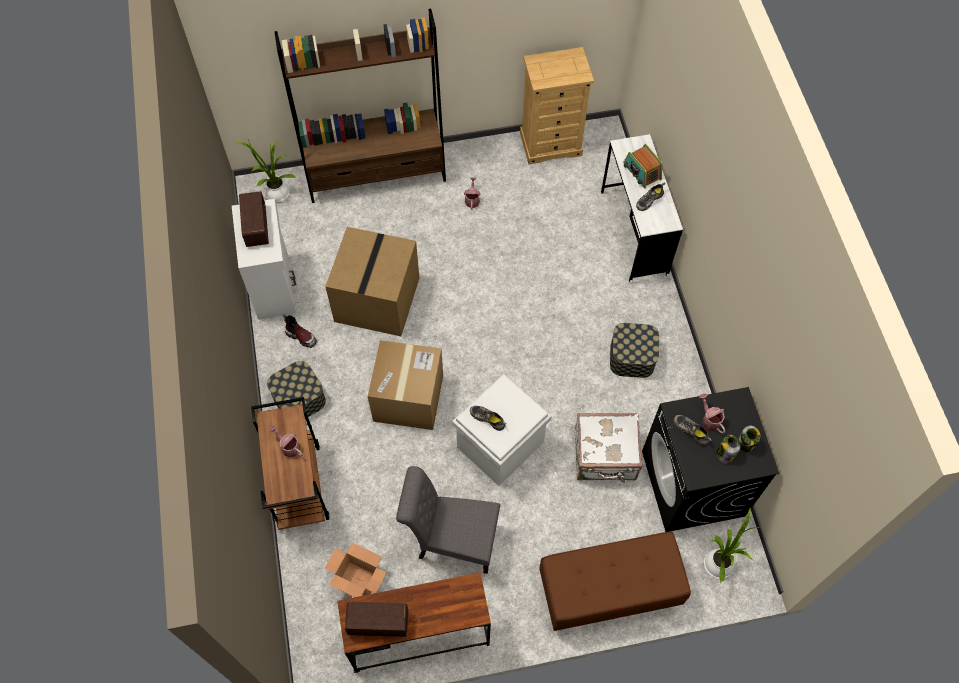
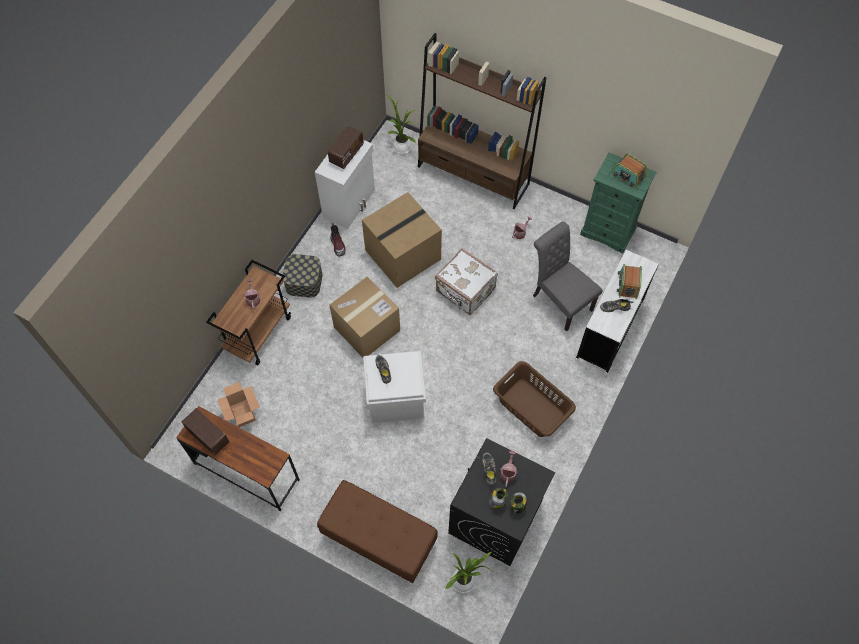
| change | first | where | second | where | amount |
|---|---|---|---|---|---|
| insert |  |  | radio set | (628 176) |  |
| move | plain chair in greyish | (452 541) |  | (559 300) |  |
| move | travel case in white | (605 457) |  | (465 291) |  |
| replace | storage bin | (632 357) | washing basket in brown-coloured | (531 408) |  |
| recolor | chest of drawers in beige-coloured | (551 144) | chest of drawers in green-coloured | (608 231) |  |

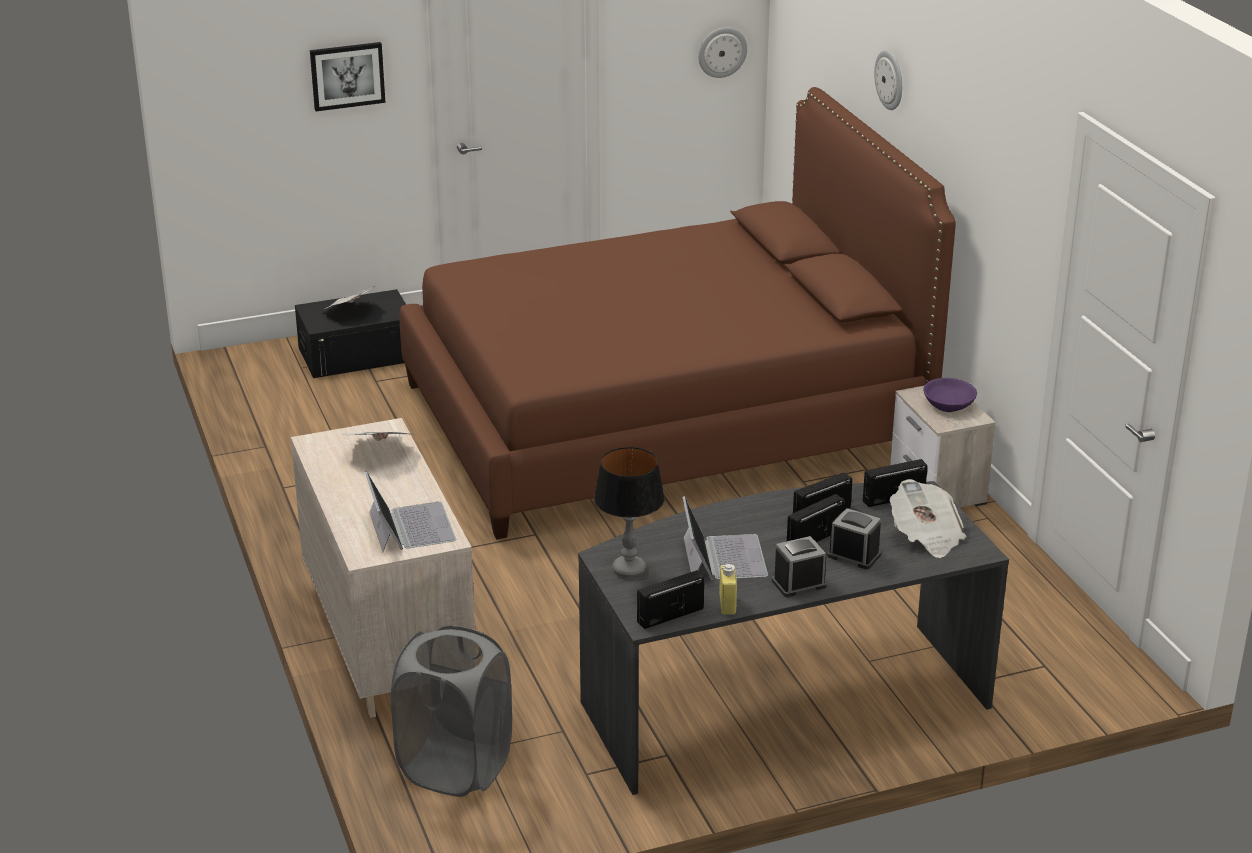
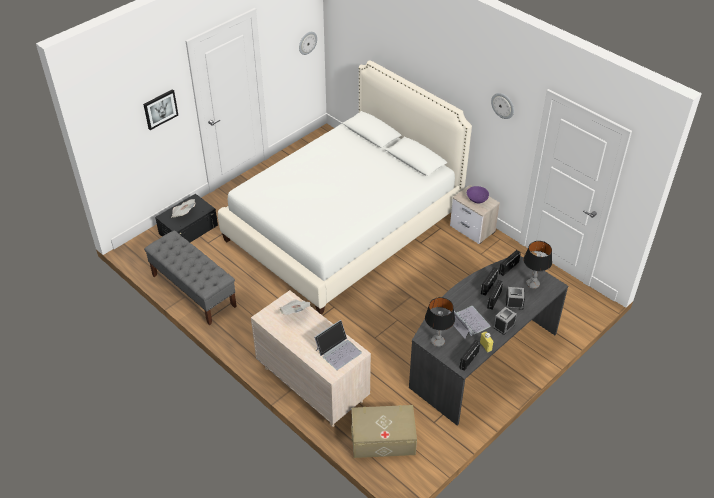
| change | first | where | second | where | amount |
|---|---|---|---|---|---|
| insert |  |  | long seat in greyish | (193 291) |  |
| move | clock on the wall | (890 80) |  | (503 105) |  |
| replace | washing basket in greyish | (455 767) | storage bin in beige-coloured | (383 439) |  |
| replace | printed paper | (926 536) | table lamp | (533 284) |  |
| recolor | bedroom bed in brown-coloured | (663 418) | bedroom bed in white | (344 226) |  |
| rotate | notebook computer | (410 526) |  | (338 351) | 90 degrees clockwise |

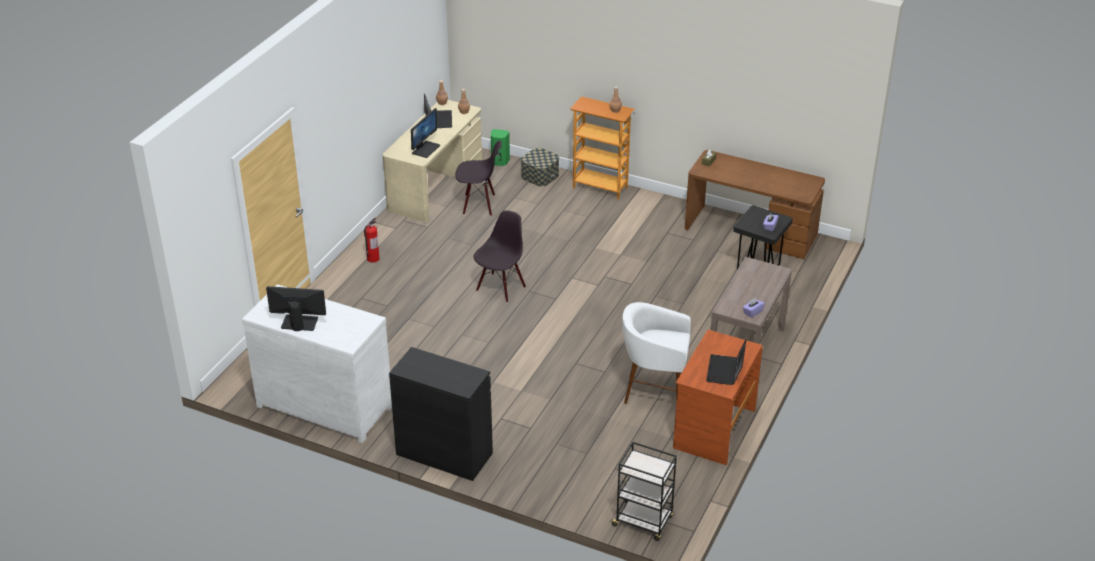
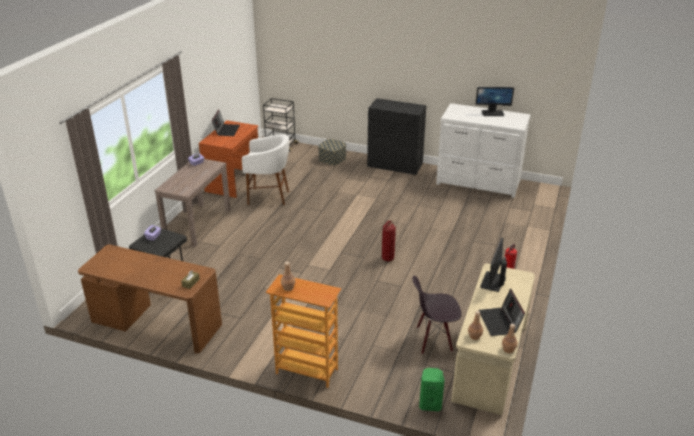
| change | first | where | second | where | amount |
|---|---|---|---|---|---|
| move | storage bin | (540 176) |  | (332 158) |  |
| replace | plain chair in black-coloured | (500 288) | extinguisher | (388 258) |  |

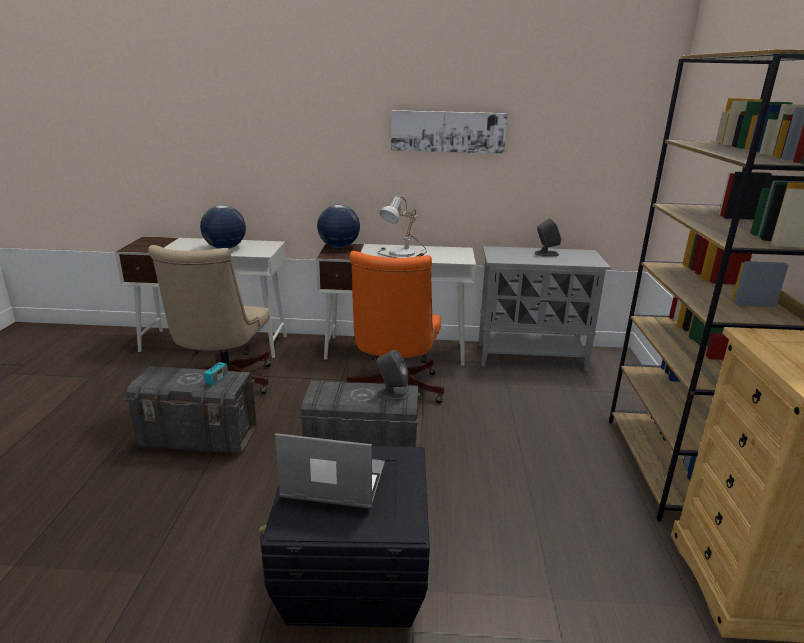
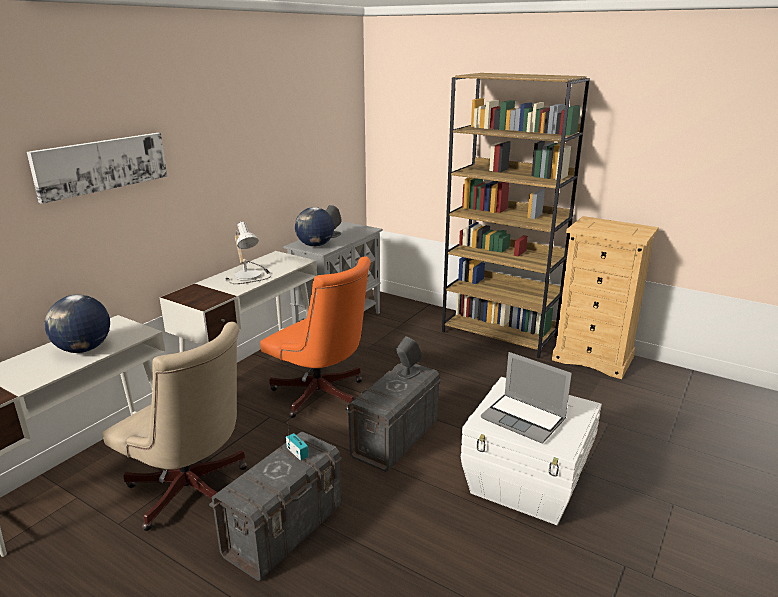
| change | first | where | second | where | amount |
|---|---|---|---|---|---|
| move | desk globe | (338 246) |  | (315 245) |  |
| move | wall picture | (448 131) |  | (102 165) |  |
| recolor | storage bin in black-coloured | (352 576) | storage bin in white | (527 483) |  |
| rotate | notebook computer | (332 482) |  | (524 419) | 90 degrees counterclockwise |

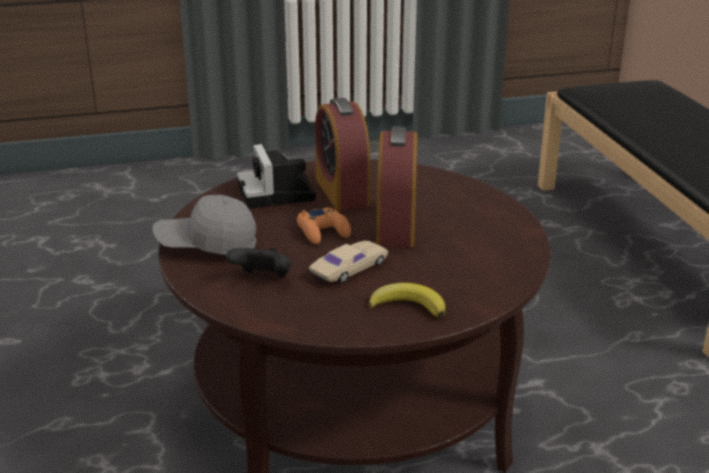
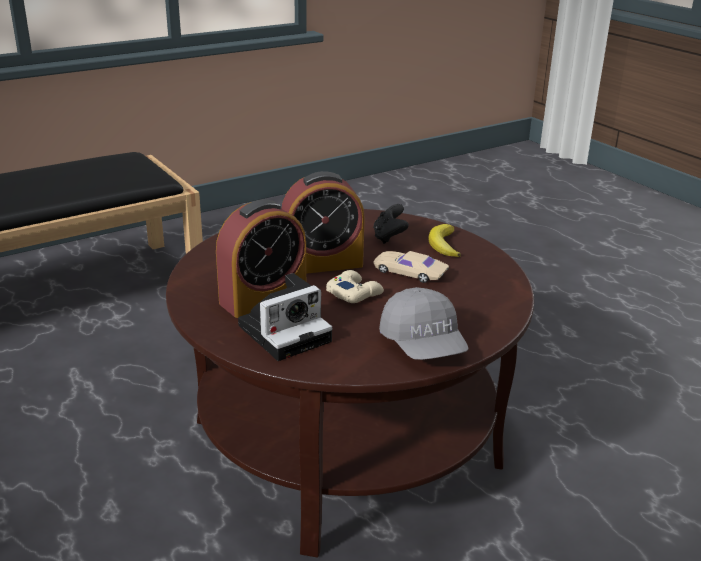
| change | first | where | second | where | amount |
|---|---|---|---|---|---|
| move | game controller in black-coloured | (262 279) |  | (389 237) |  |
| recolor | game controller in orangey | (323 231) | game controller in beige-coloured | (354 293) |  |

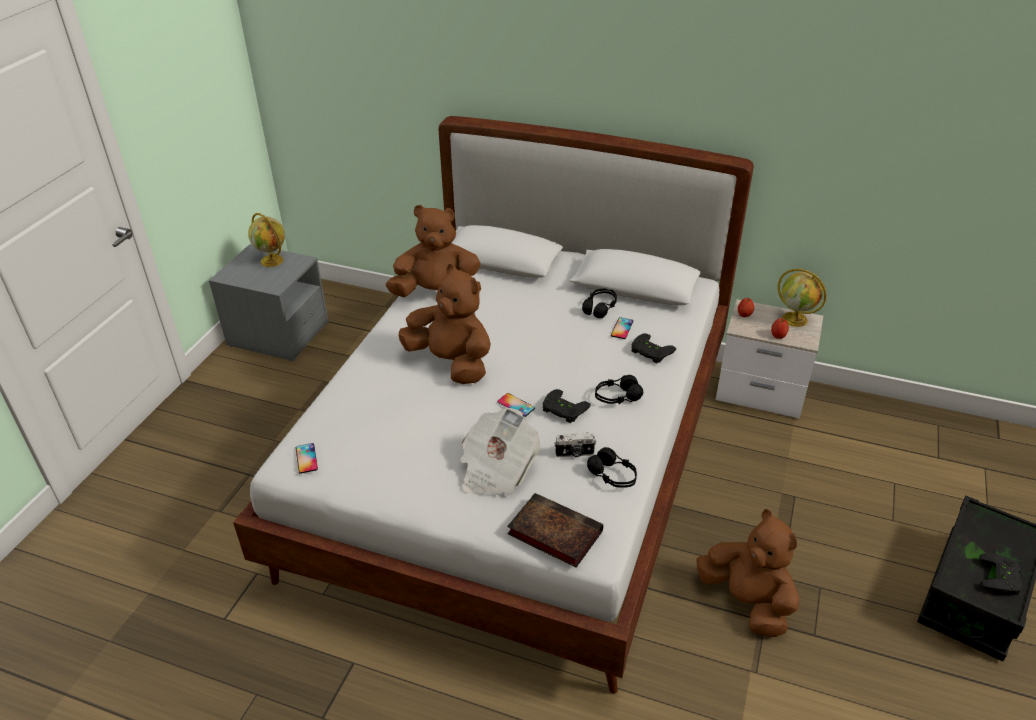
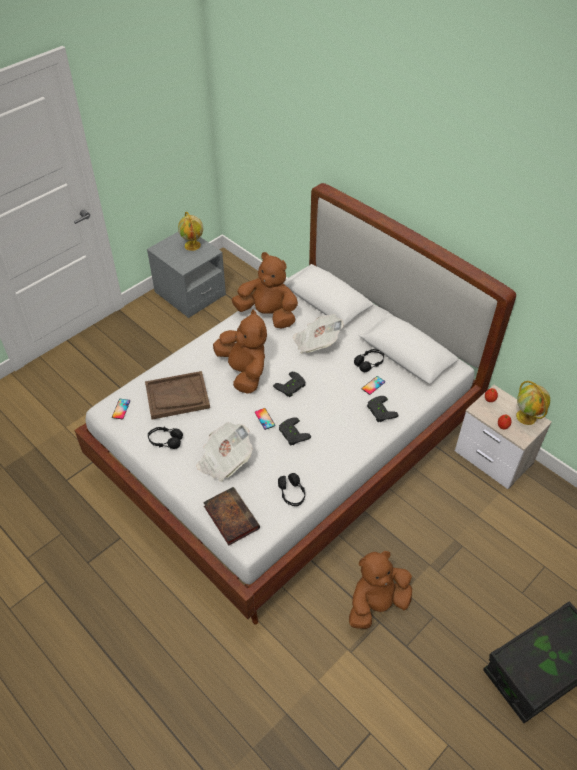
| change | first | where | second | where | amount |
|---|---|---|---|---|---|
| delete | still camera | (575 454) |  |  |  |
| insert |  |  | serving tray in brown-coloured | (177 396) |  |
| insert |  |  | printed paper | (316 342) |  |
| move | headset in black-coloured | (617 397) |  | (165 441) |  |
| move | game controller in black-coloured | (1002 578) |  | (291 387) |  |
| rotate | plush toy in brown-coloured | (747 601) |  | (377 604) | 105 degrees counterclockwise |

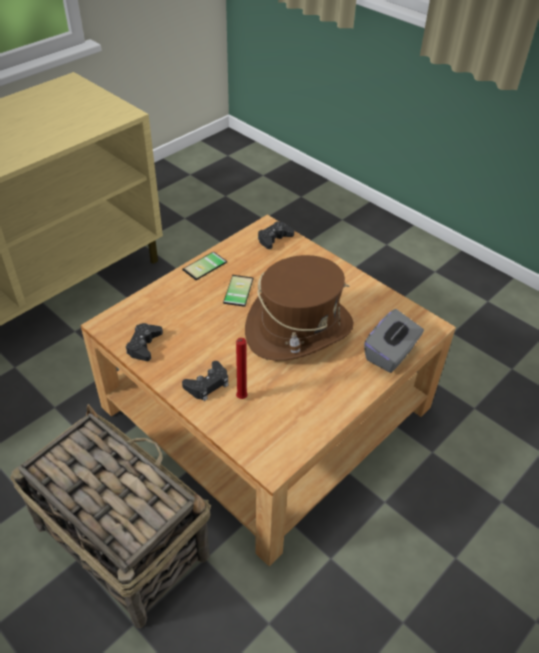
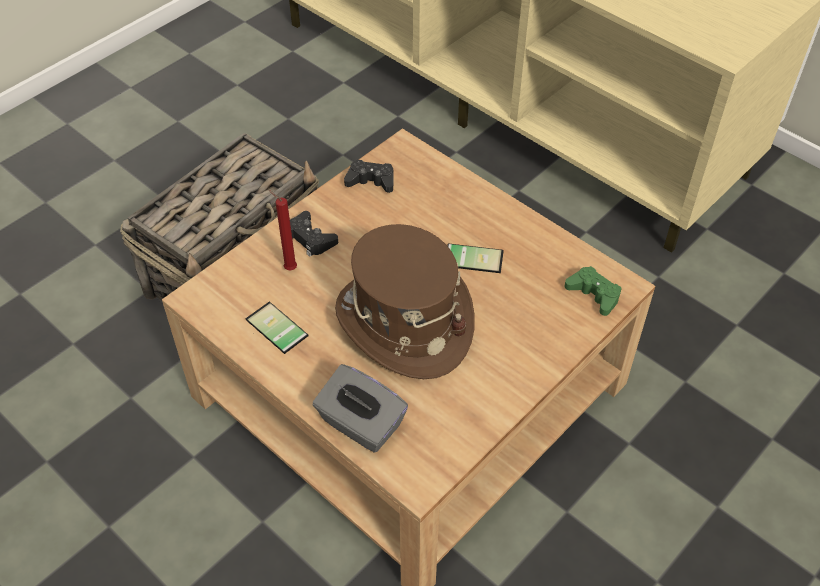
| change | first | where | second | where | amount |
|---|---|---|---|---|---|
| move | telephone | (206 267) |  | (274 329) |  |
| recolor | game controller in black-coloured | (274 239) | game controller in green-coloured | (594 294) |  |

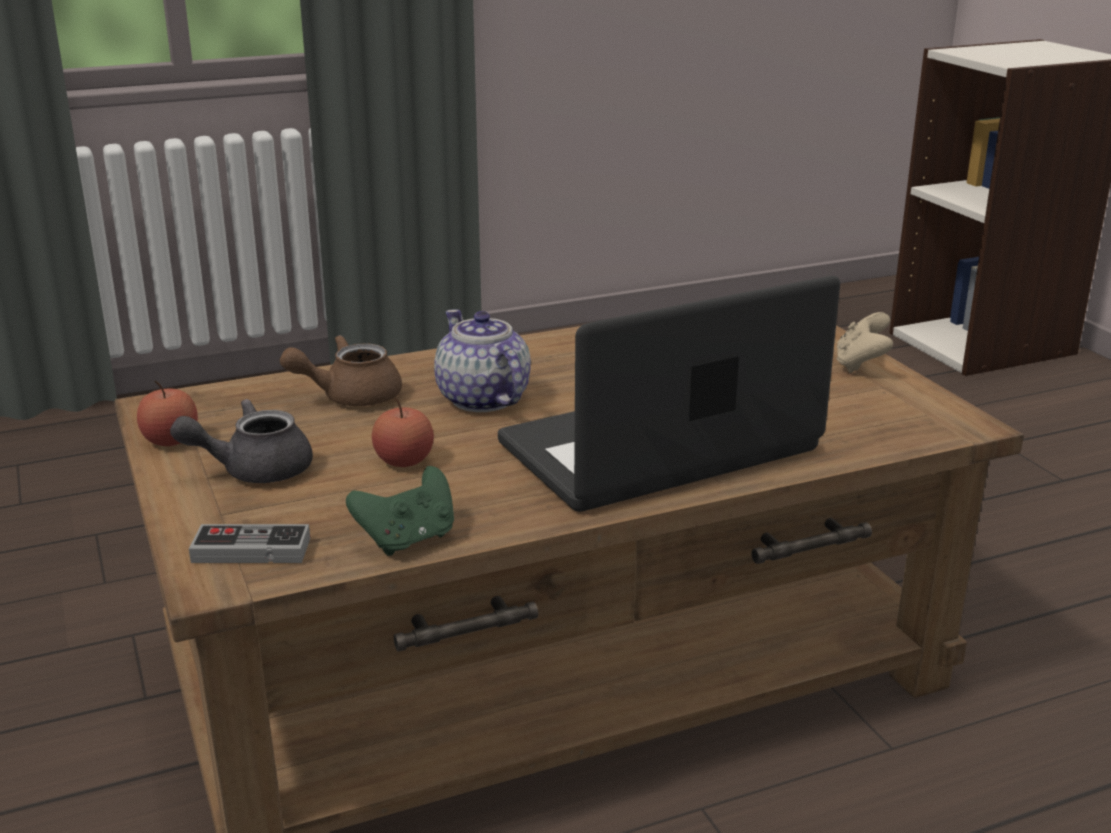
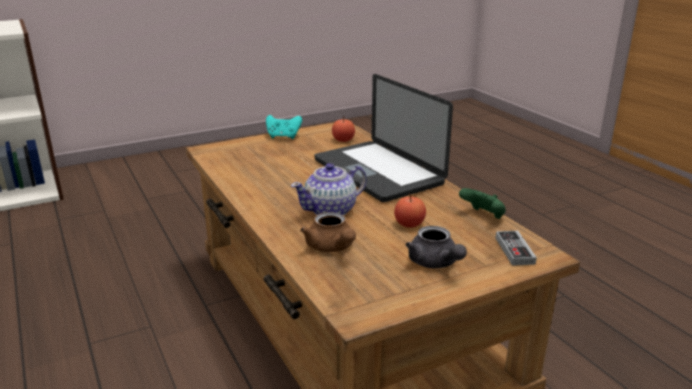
| change | first | where | second | where | amount |
|---|---|---|---|---|---|
| move | whole apple | (171 440) |  | (343 140) |  |
| recolor | game controller in beige-coloured | (861 365) | game controller in blue-green | (283 137) |  |

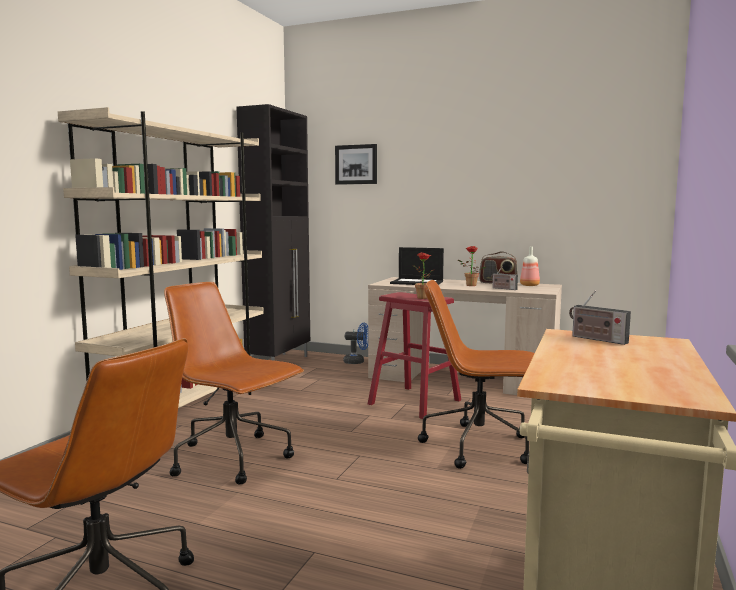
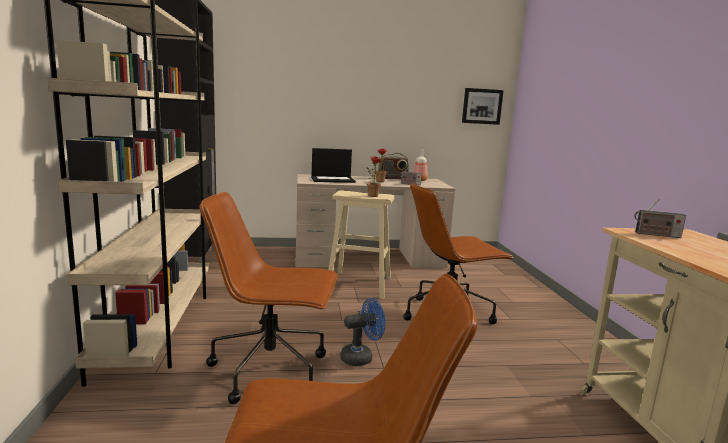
| change | first | where | second | where | amount |
|---|---|---|---|---|---|
| move | wall picture | (356 164) |  | (482 106) |  |
| move | cooling fan in bluish | (357 362) |  | (361 357) |  |
| recolor | stool seat in red | (414 402) | stool seat in beige-coloured | (359 284) |  |

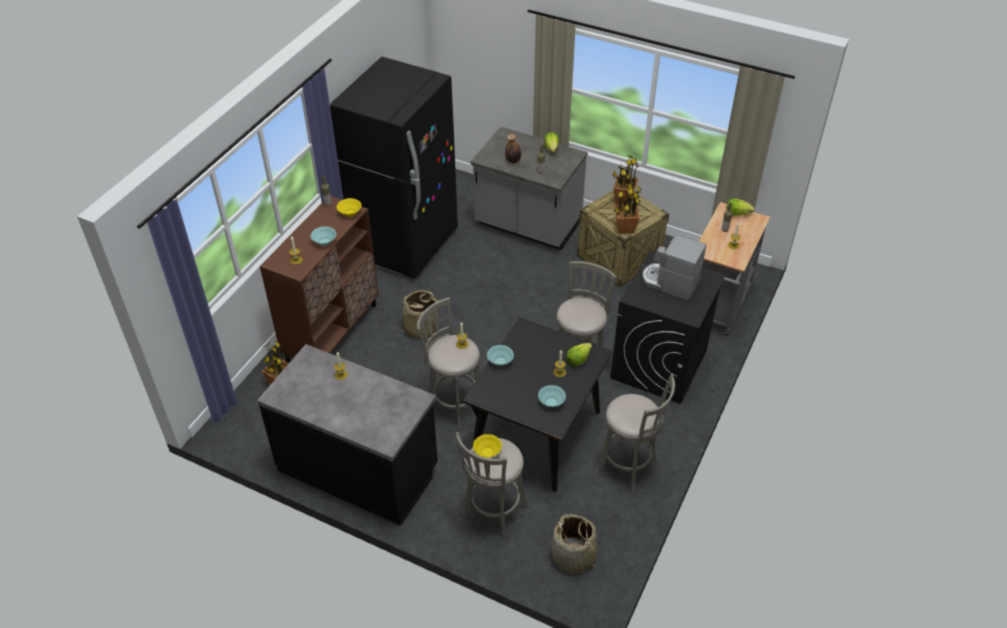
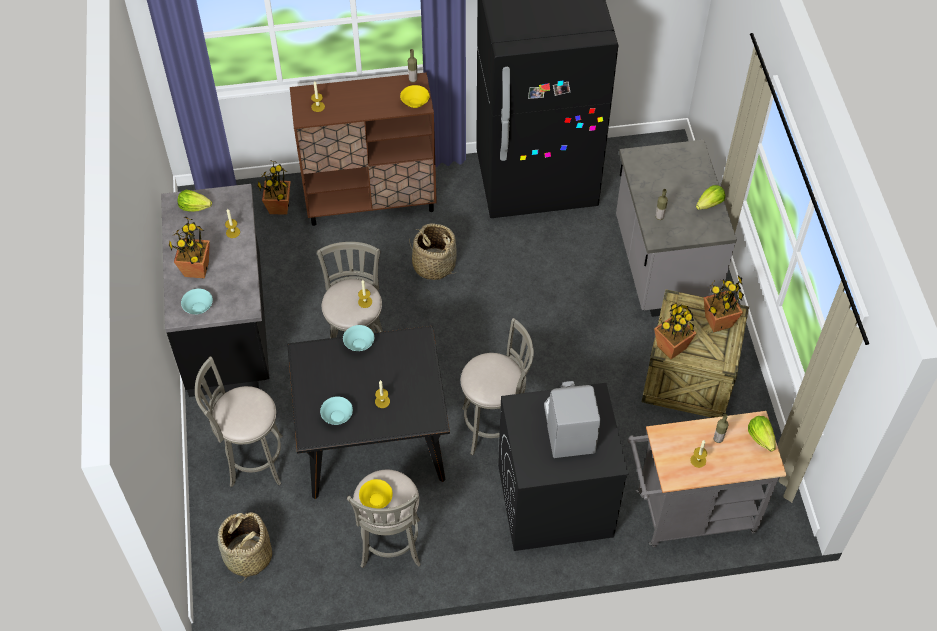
| change | first | where | second | where | amount |
|---|---|---|---|---|---|
| delete | beverage bottle | (513 161) |  |  |  |
| insert |  |  | houseplant | (196 269) |  |
| move | deep dish in blue-green | (324 242) |  | (198 307) |  |
| move | deep dish in yellowish | (487 452) |  | (376 500) |  |
| move | head of lettuce | (578 359) |  | (194 207) |  |

